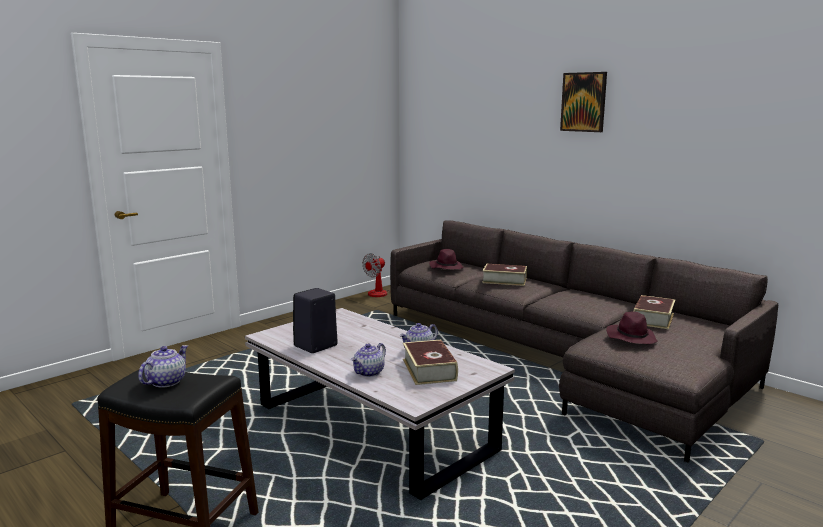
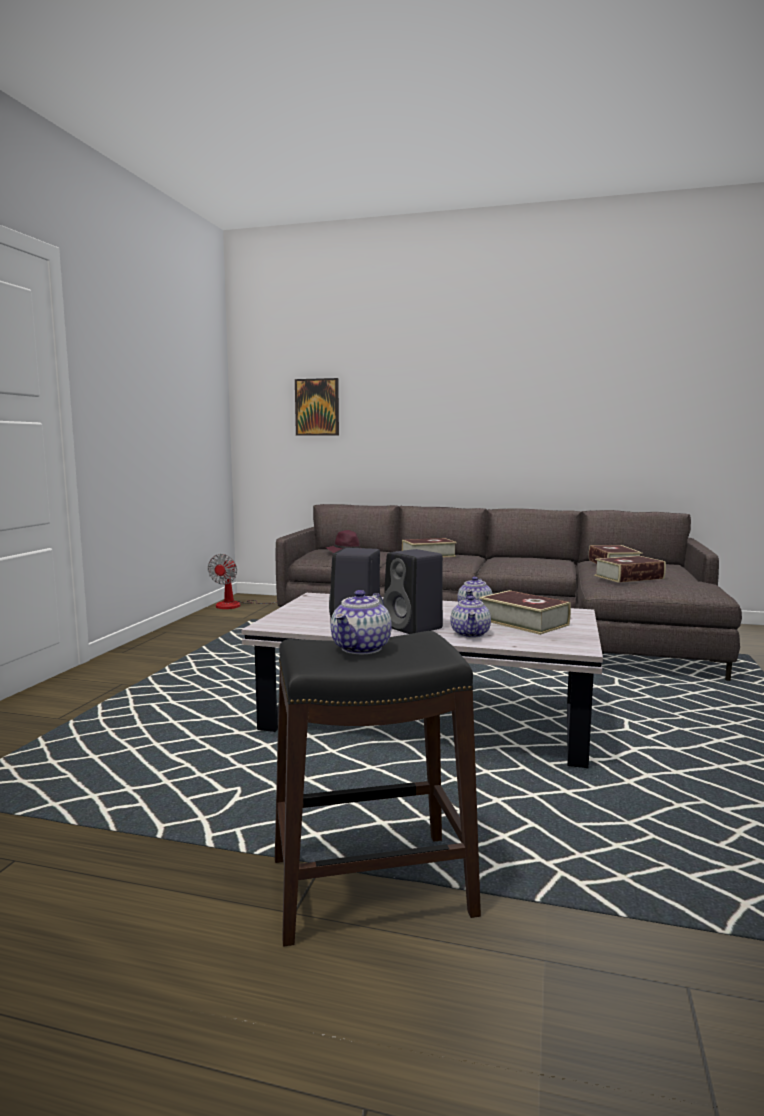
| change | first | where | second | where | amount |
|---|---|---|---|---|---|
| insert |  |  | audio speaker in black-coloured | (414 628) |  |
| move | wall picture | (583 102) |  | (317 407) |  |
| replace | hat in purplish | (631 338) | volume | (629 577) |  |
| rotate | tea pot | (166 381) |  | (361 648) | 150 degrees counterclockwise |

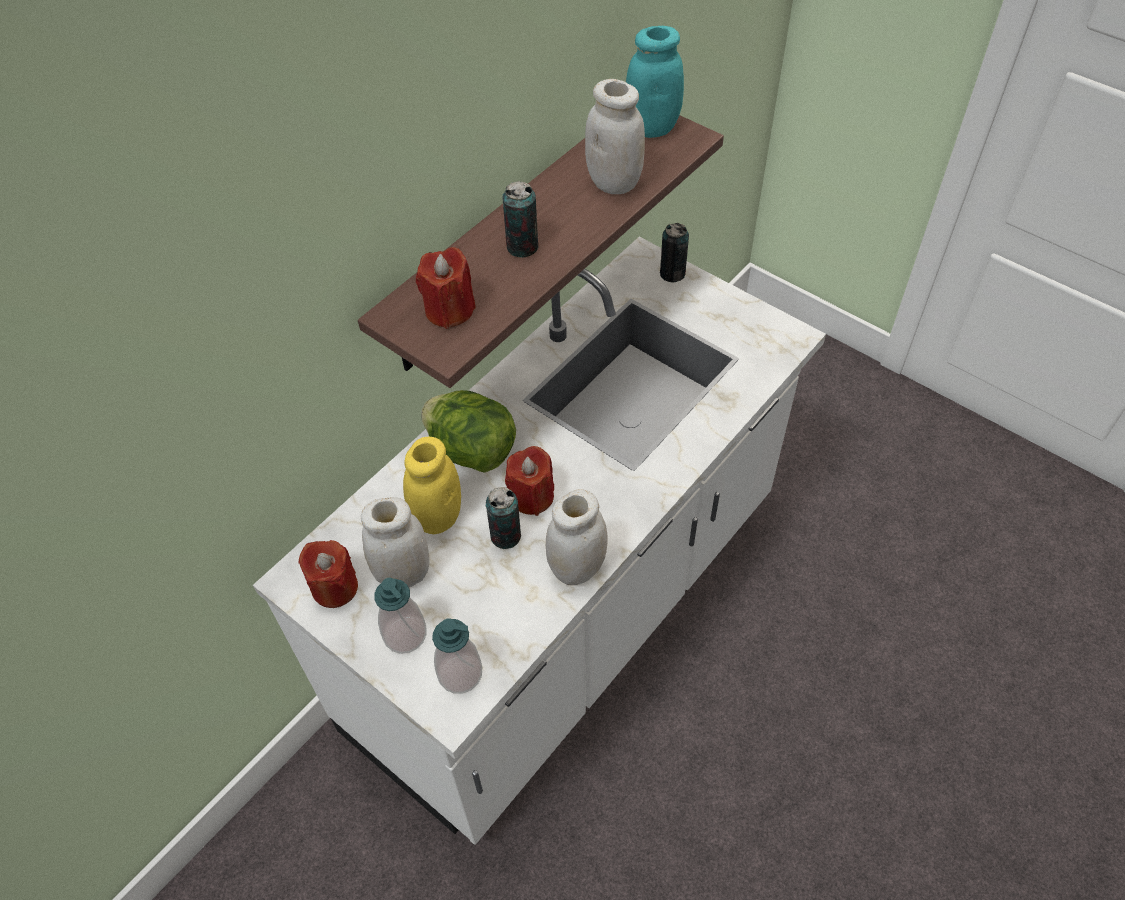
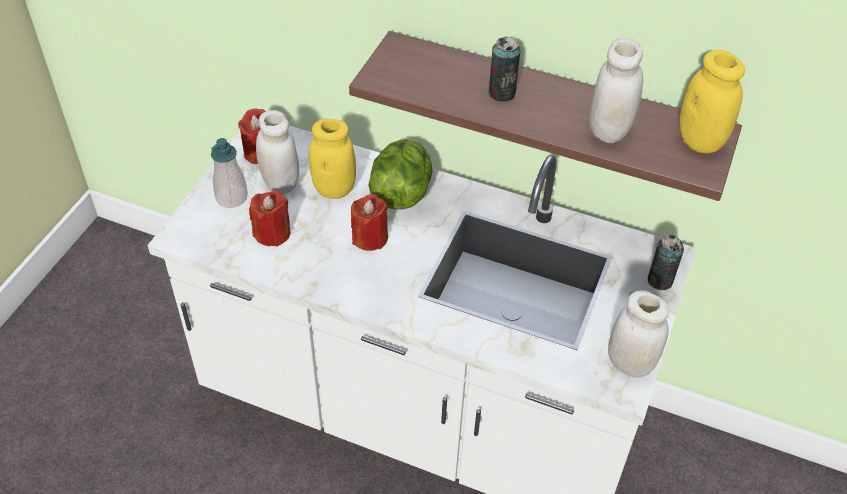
| change | first | where | second | where | amount |
|---|---|---|---|---|---|
| delete | soap dispenser | (460 673) |  |  |  |
| delete | sealed can | (506 536) |  |  |  |
| move | wax light in red | (449 310) |  | (272 233) |  |
| move | jar in white | (577 568) |  | (630 363) |  |
| recolor | jar in blue-green | (652 127) | jar in yellowish | (700 141) |  |

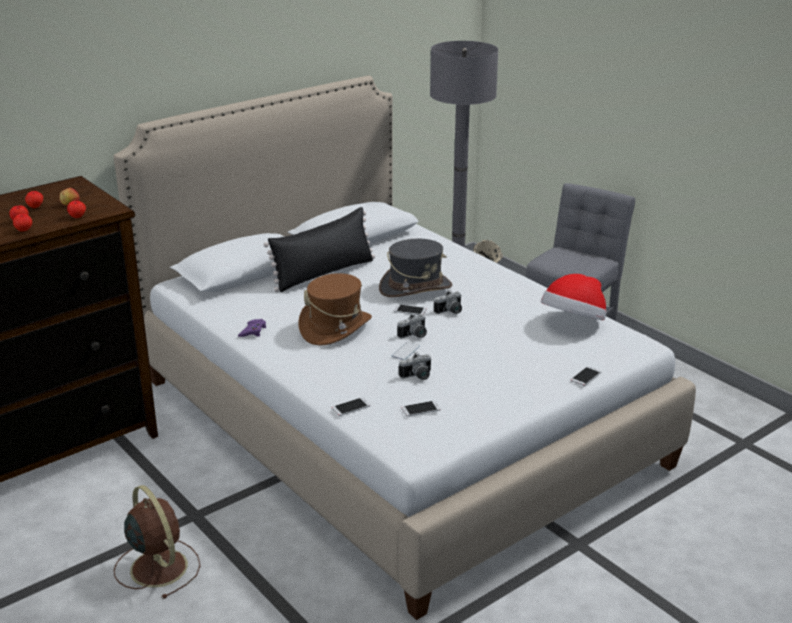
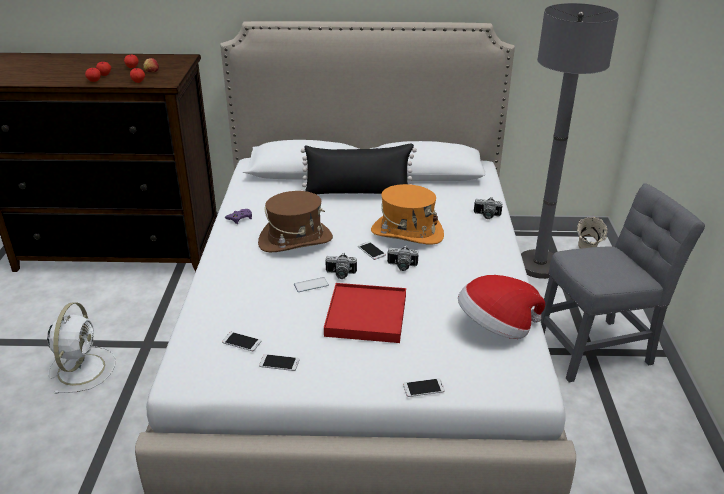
| change | first | where | second | where | amount |
|---|---|---|---|---|---|
| insert |  |  | serving tray in red | (366 316) |  |
| move | telephone | (351 407) |  | (279 363) |  |
| move | still camera | (417 377) |  | (486 216) |  |
| recolor | cooling fan in brown-coloured | (157 566) | cooling fan in white | (82 368) |  |
| recolor | hat in greyish | (415 288) | hat in orangey | (407 233) |  |

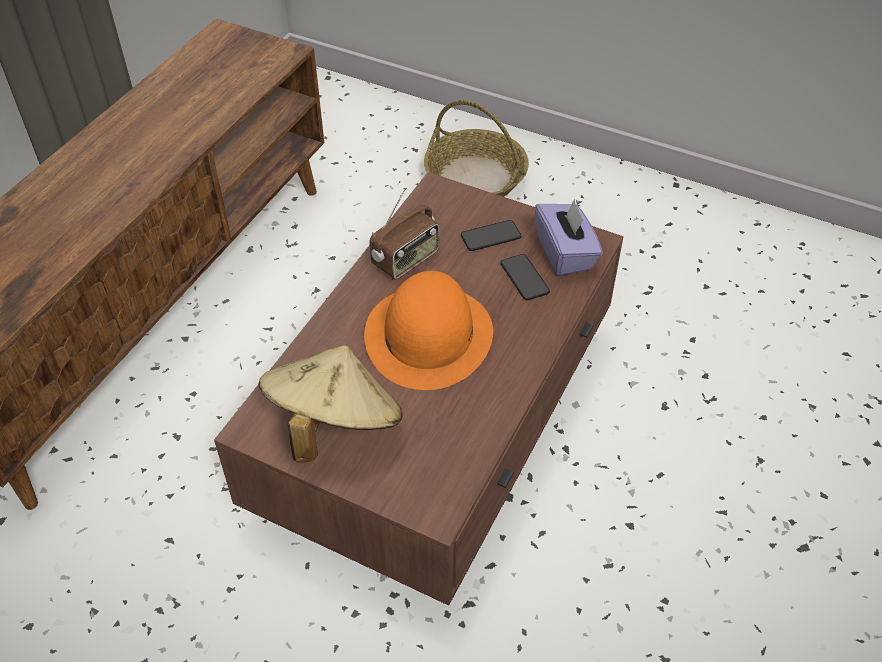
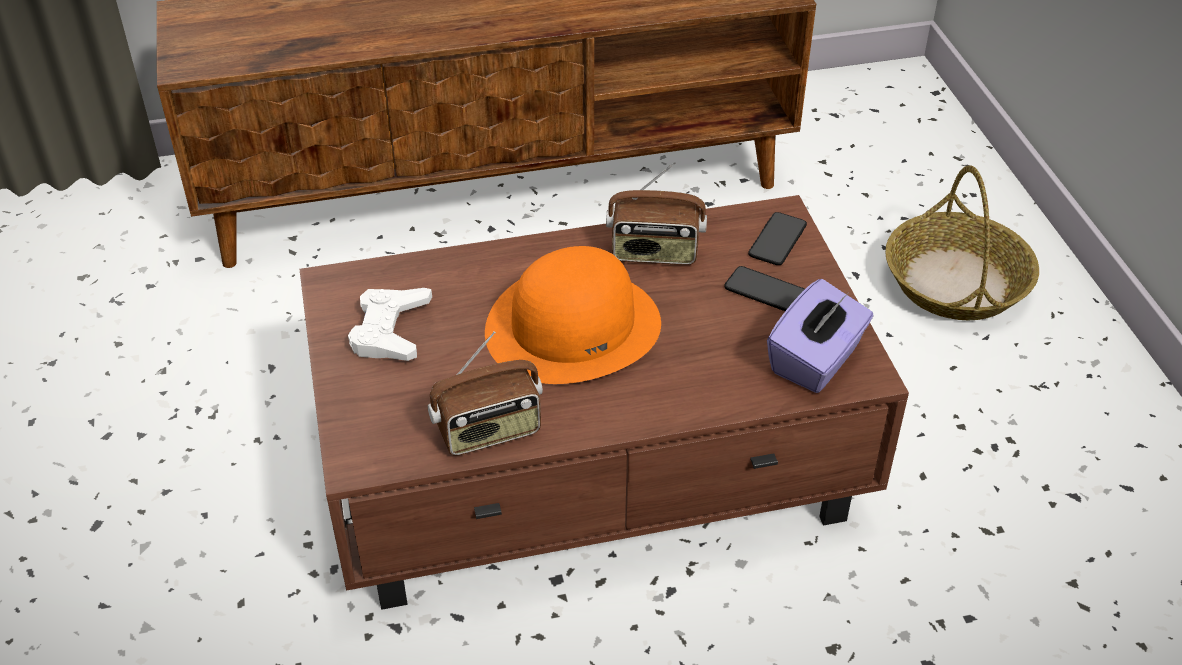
| change | first | where | second | where | amount |
|---|---|---|---|---|---|
| insert |  |  | radio set | (489 432) |  |
| move | telephone | (524 278) |  | (777 240) |  |
| replace | hat in beige-coloured | (333 425) | game controller in white | (390 330) |  |

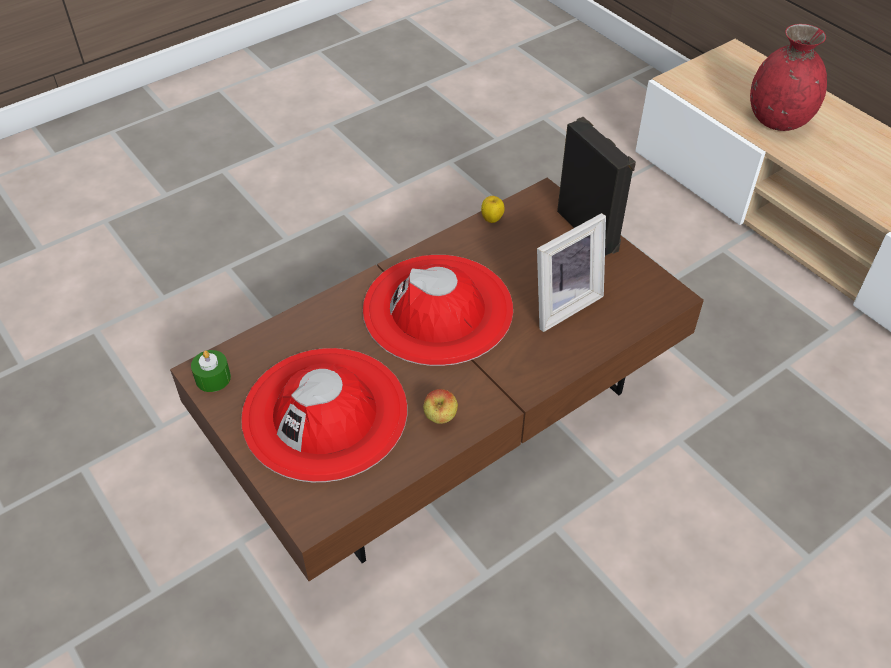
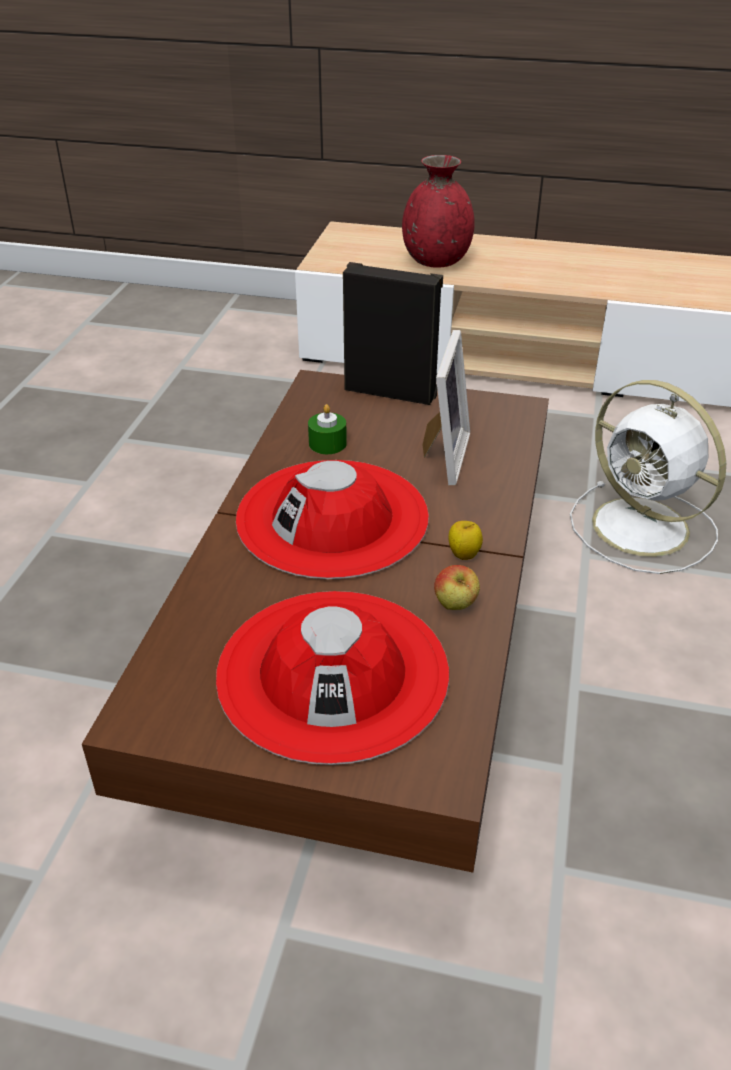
| change | first | where | second | where | amount |
|---|---|---|---|---|---|
| insert |  |  | cooling fan in white | (644 529) |  |
| move | wax light in green-coloured | (213 378) |  | (327 443) |  |
| move | whole apple | (492 219) |  | (464 555) |  |

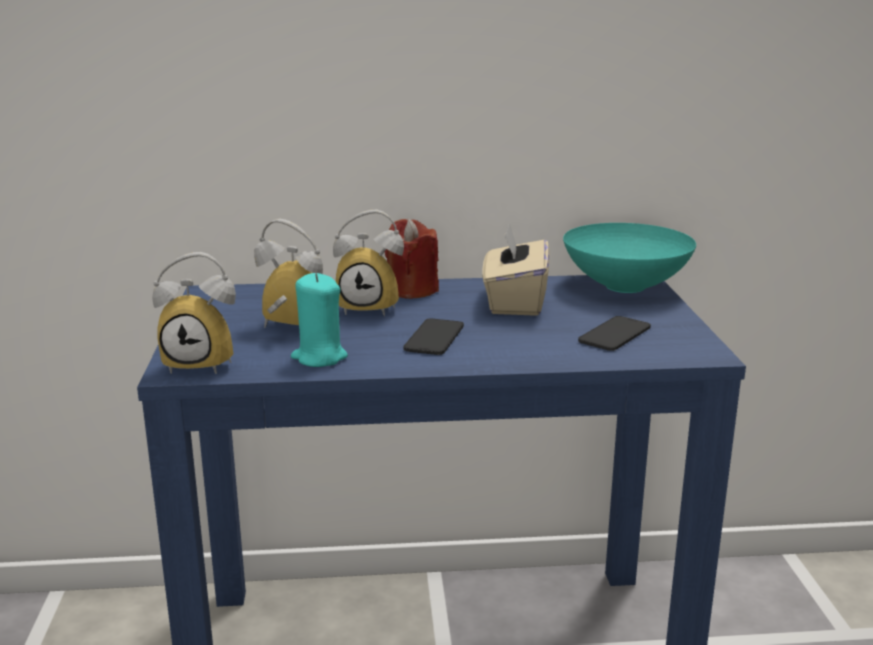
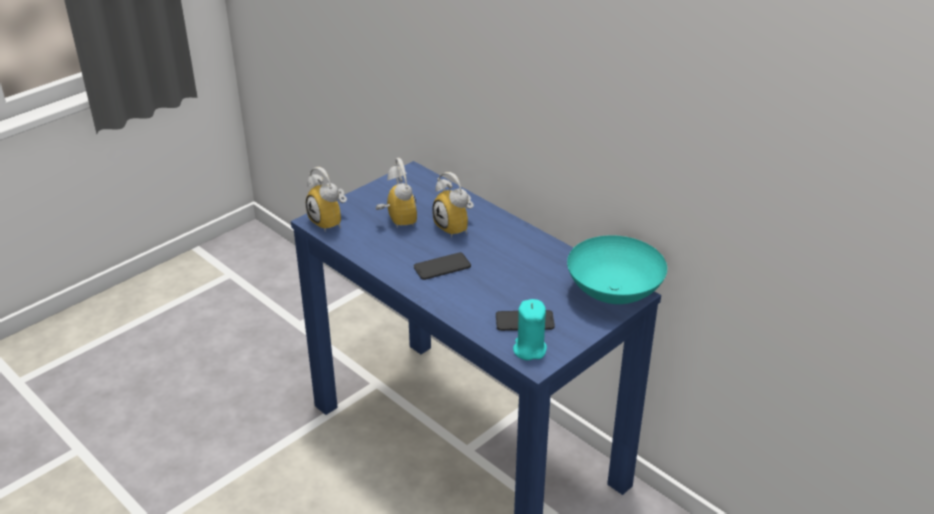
| change | first | where | second | where | amount |
|---|---|---|---|---|---|
| delete | wax light in red | (412 290) |  |  |  |
| delete | box of tissues in beige-coloured | (514 302) |  |  |  |
| move | wax light in blue-green | (319 357) |  | (529 349) |  |

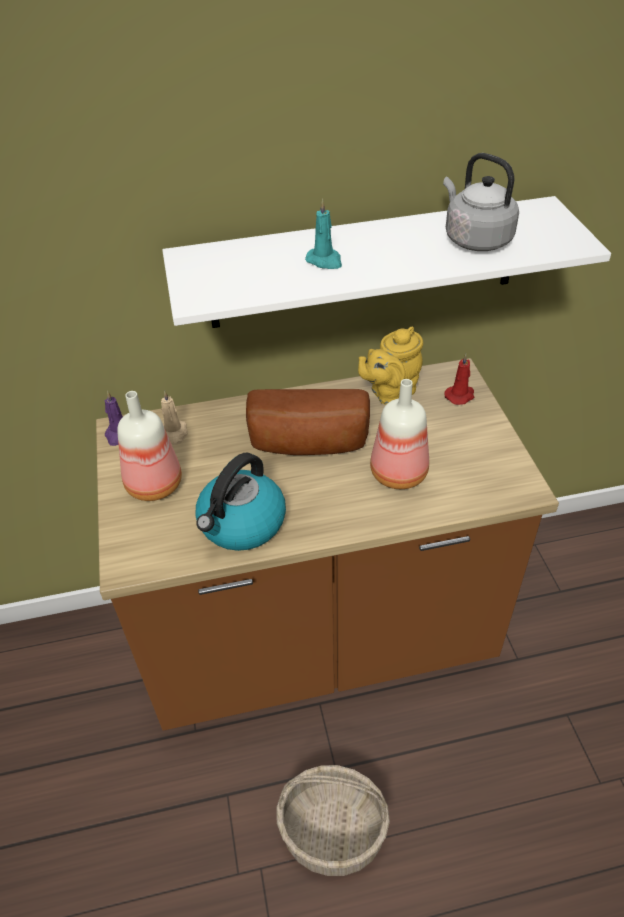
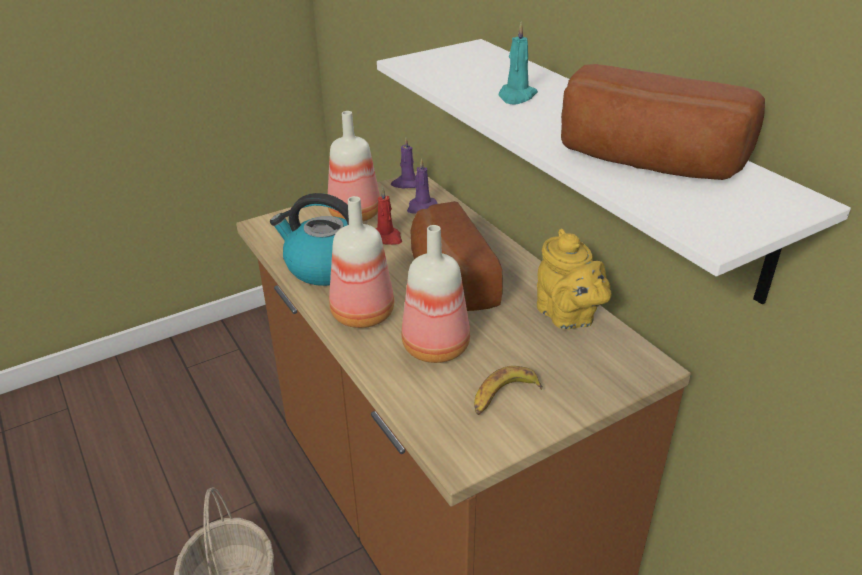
| change | first | where | second | where | amount |
|---|---|---|---|---|---|
| insert |  |  | beverage bottle | (360 314) |  |
| insert |  |  | banana fruit | (503 397) |  |
| move | wax light in red | (460 395) |  | (387 238) |  |
| replace | kettle in greyish | (475 239) | bread | (646 163) |  |
| recolor | wax light in beige-coloured | (174 433) | wax light in purplish | (421 207) |  |
| rotate | tea pot in yellowish | (390 392) |  | (568 317) | 150 degrees counterclockwise |

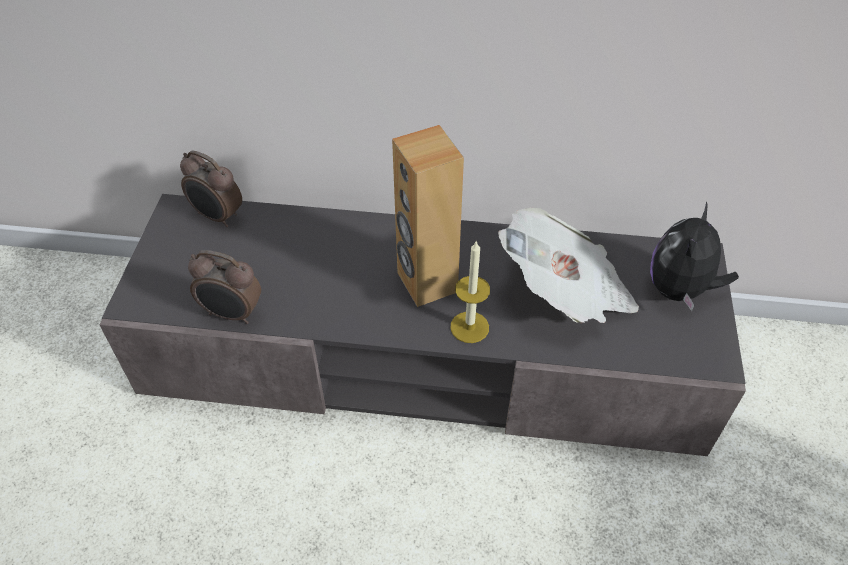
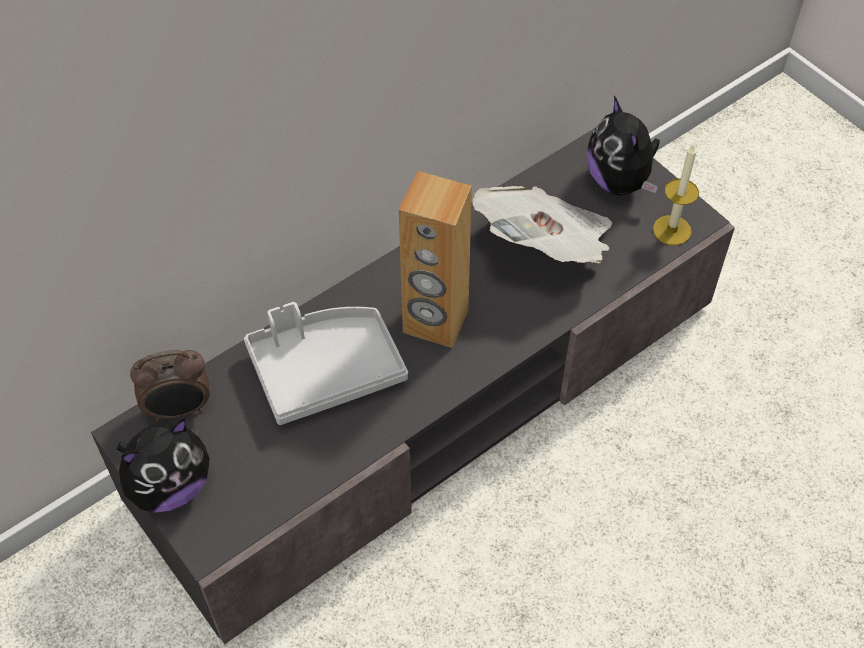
| change | first | where | second | where | amount |
|---|---|---|---|---|---|
| delete | bedside clock | (232 314) |  |  |  |
| insert |  |  | plush toy | (170 486) |  |
| insert |  |  | serving tray in greyish | (325 370) |  |
| move | wax light | (469 327) |  | (671 230) |  |

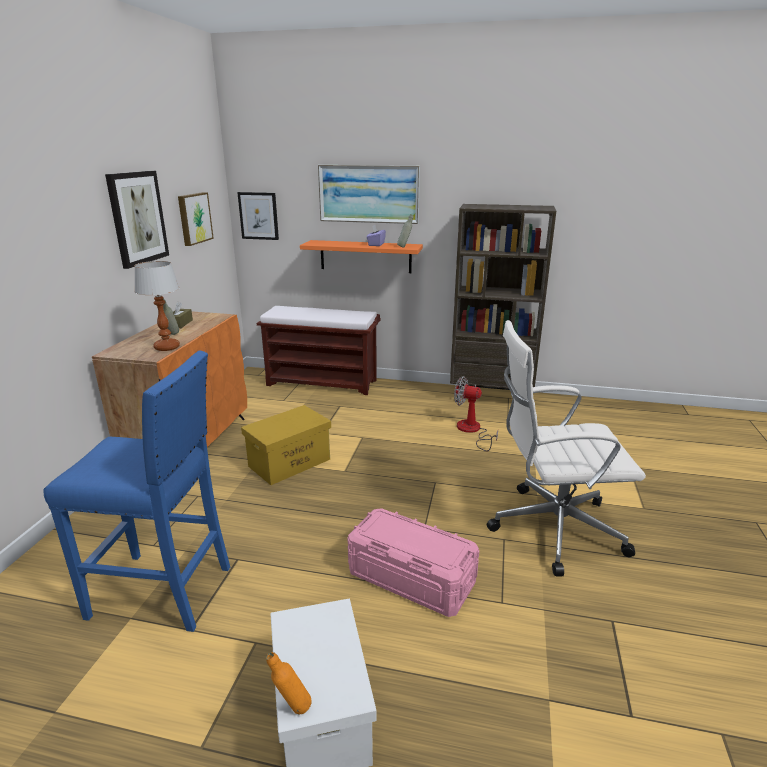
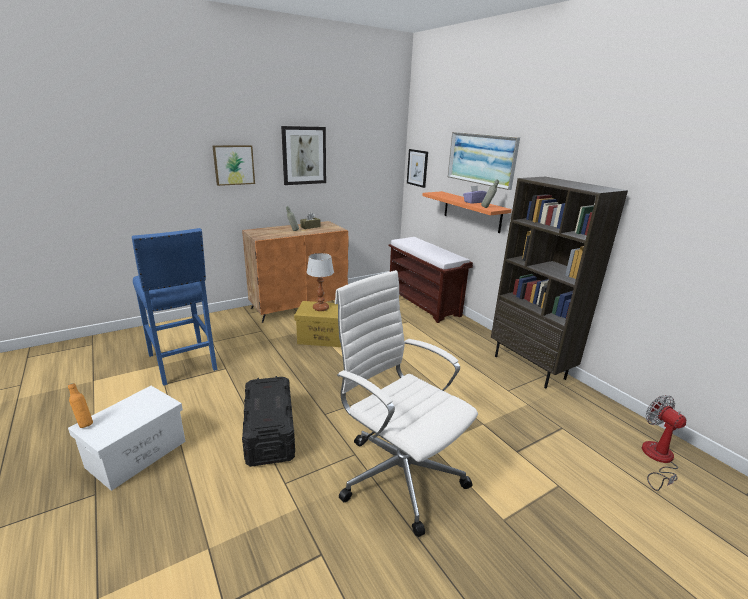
| change | first | where | second | where | amount |
|---|---|---|---|---|---|
| move | table lamp | (166 347) |  | (320 308) |  |
| move | wall picture | (194 218) |  | (233 165) |  |
| move | cooling fan | (472 431) |  | (657 459) |  |
| recolor | storage bin in pink-coloured | (411 577) | storage bin in black-coloured | (270 432) |  |

